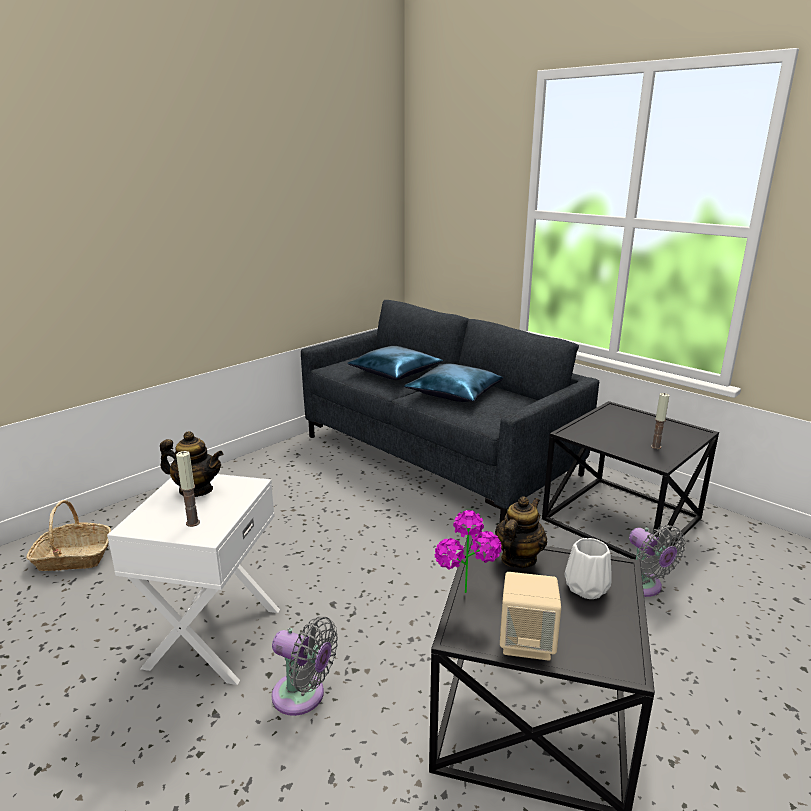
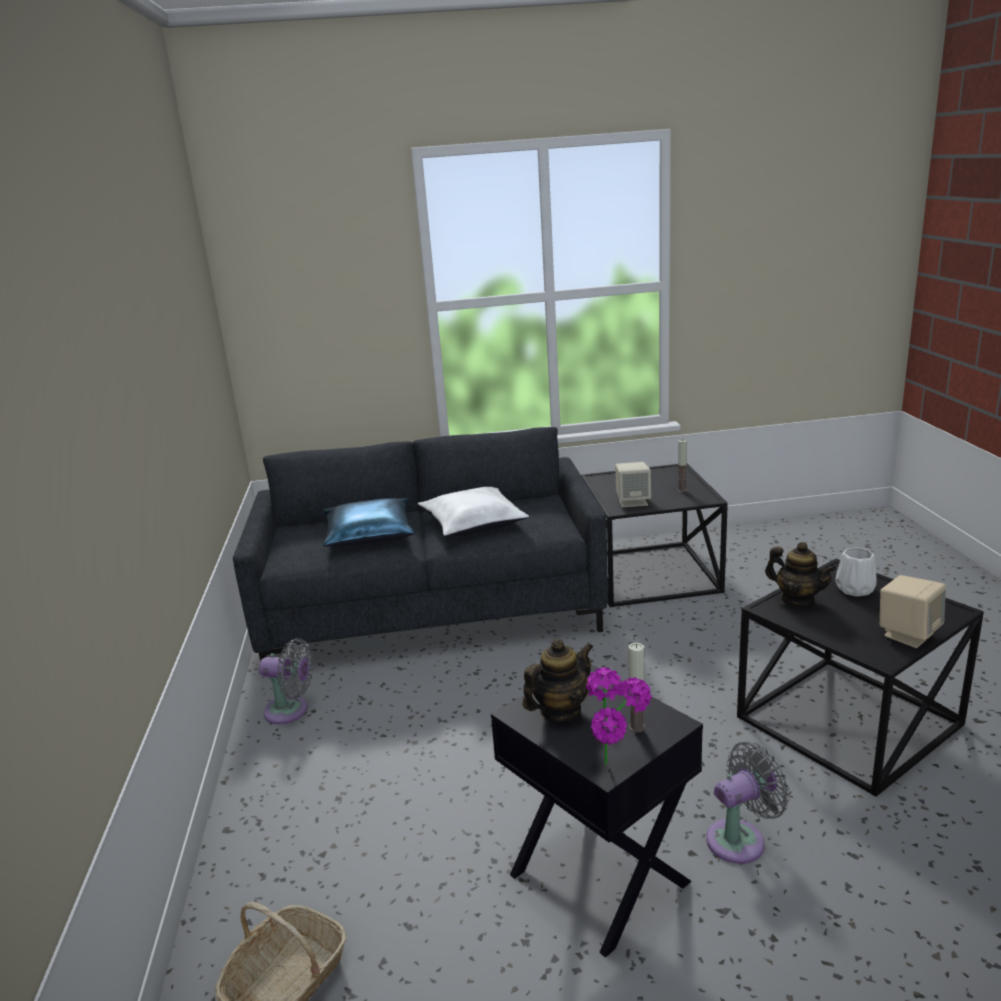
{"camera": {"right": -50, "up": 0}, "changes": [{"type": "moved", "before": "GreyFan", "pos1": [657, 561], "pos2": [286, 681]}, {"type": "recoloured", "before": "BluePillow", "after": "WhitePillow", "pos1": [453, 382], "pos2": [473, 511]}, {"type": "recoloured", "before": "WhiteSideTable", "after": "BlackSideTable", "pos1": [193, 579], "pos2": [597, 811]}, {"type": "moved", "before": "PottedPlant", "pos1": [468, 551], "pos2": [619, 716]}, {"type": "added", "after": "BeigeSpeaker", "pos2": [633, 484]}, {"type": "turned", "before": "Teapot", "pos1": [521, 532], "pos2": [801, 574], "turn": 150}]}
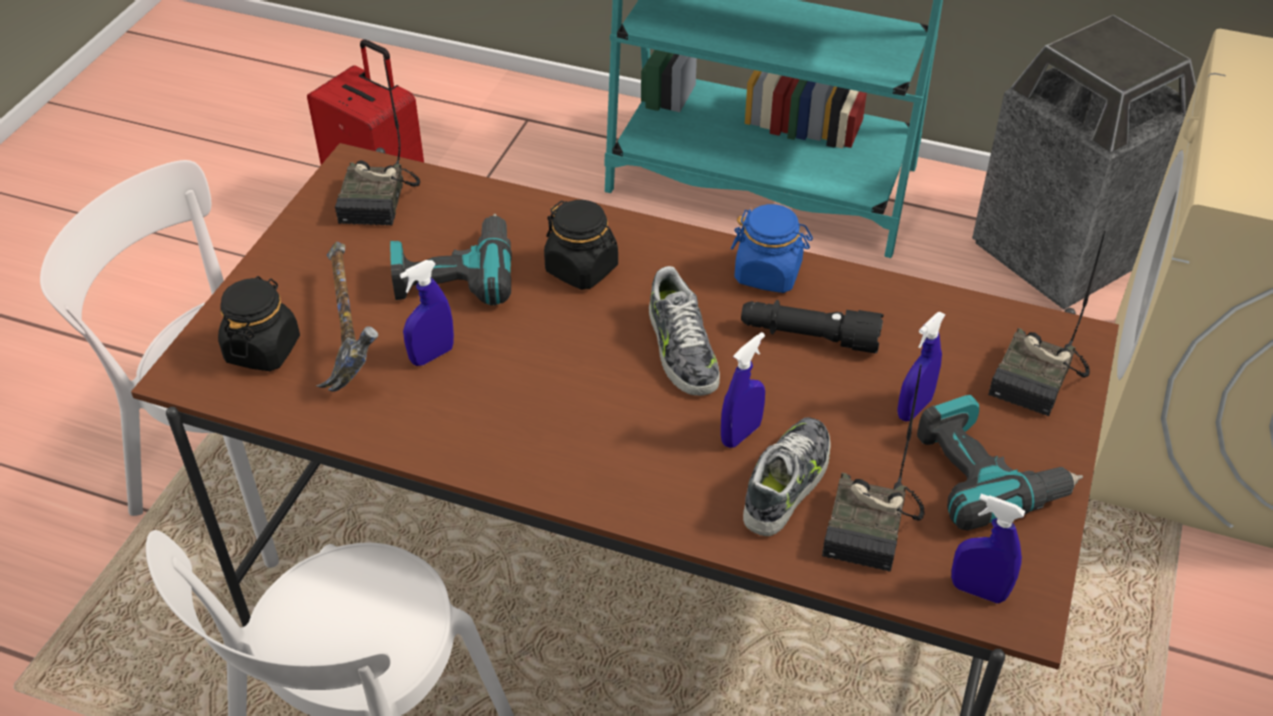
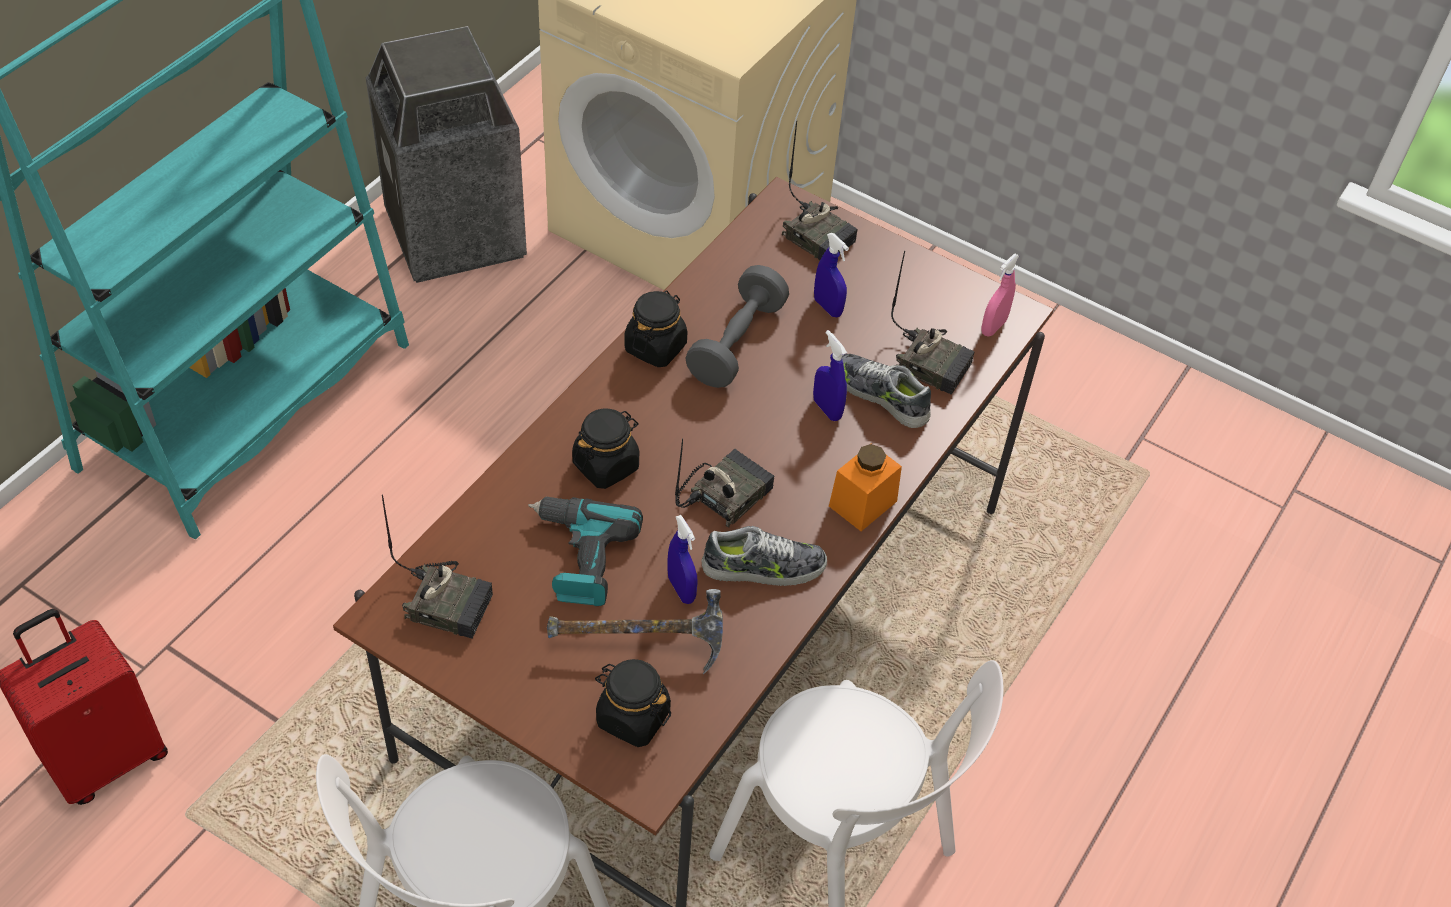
{"camera": {"right": -80, "up": 5}, "changes": [{"type": "recoloured", "before": "BlueJar", "after": "BlackJar", "pos1": [772, 248], "pos2": [655, 328]}, {"type": "added", "after": "Radio", "pos2": [724, 483]}, {"type": "replaced", "before": "BlackFlashlight", "after": "GreyDumbbell", "pos1": [812, 326], "pos2": [737, 326]}, {"type": "moved", "before": "Shoe", "pos1": [684, 331], "pos2": [764, 556]}, {"type": "added", "after": "OrangeJar", "pos2": [865, 487]}, {"type": "recoloured", "before": "BlueSprayBottle", "after": "PinkSprayBottle", "pos1": [988, 548], "pos2": [1000, 295]}, {"type": "removed", "before": "PowerDrill", "pos1": [1000, 463]}]}
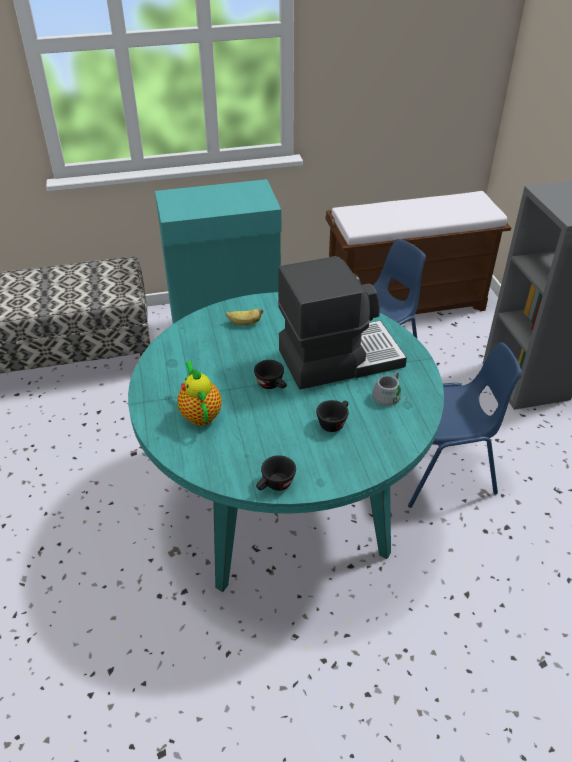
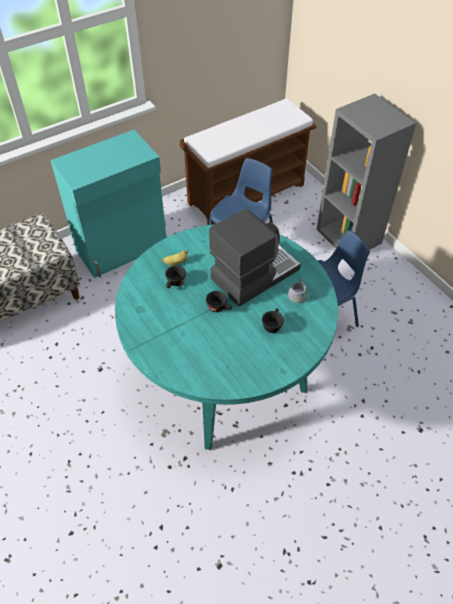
{"camera": {"right": -20, "up": 10}, "changes": [{"type": "moved", "before": "BlackCup", "pos1": [276, 473], "pos2": [175, 276]}, {"type": "removed", "before": "Teapot", "pos1": [199, 393]}]}
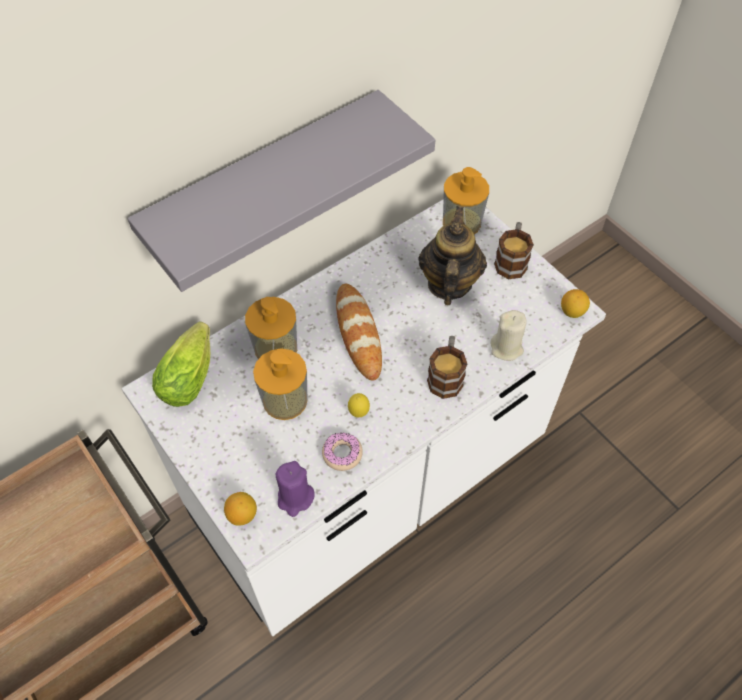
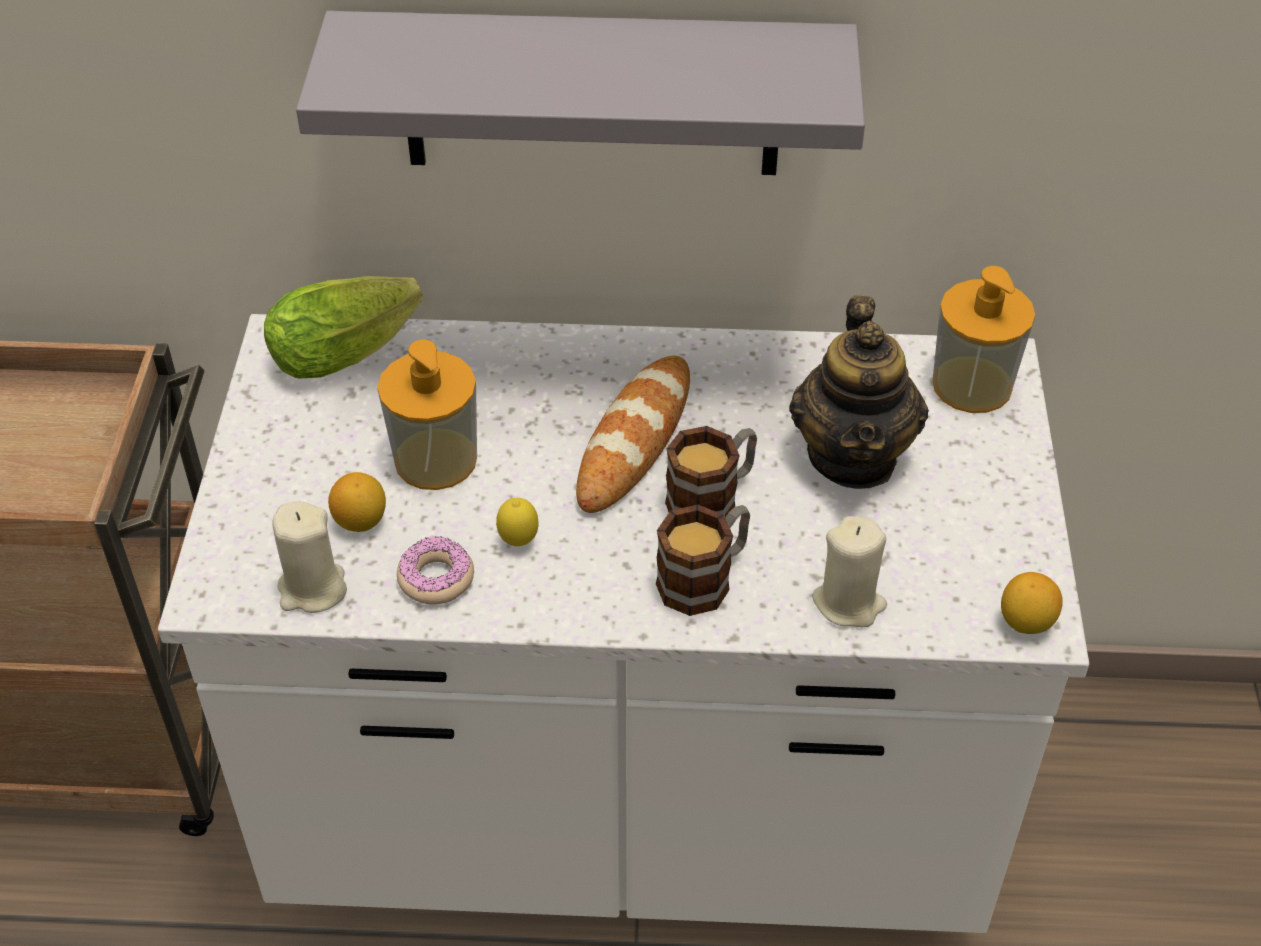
{"camera": {"right": 40, "up": -10}, "changes": [{"type": "recoloured", "before": "PurpleCandle", "after": "BeigeCandle", "pos1": [295, 489], "pos2": [310, 557]}, {"type": "moved", "before": "Lemon", "pos1": [240, 509], "pos2": [357, 502]}, {"type": "moved", "before": "Mug", "pos1": [514, 250], "pos2": [711, 471]}, {"type": "turned", "before": "Teapot", "pos1": [452, 255], "pos2": [859, 392], "turn": 135}, {"type": "removed", "before": "SoapDispenser", "pos1": [271, 328]}]}
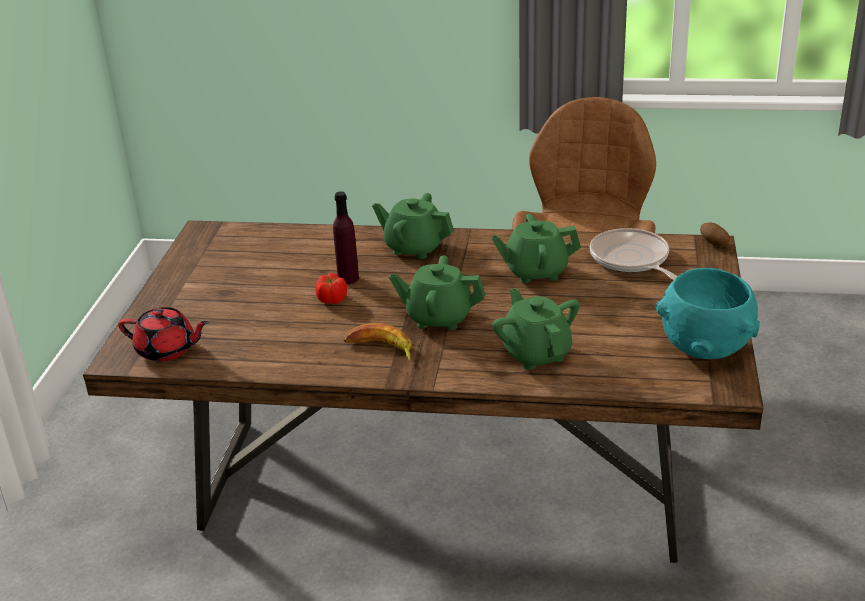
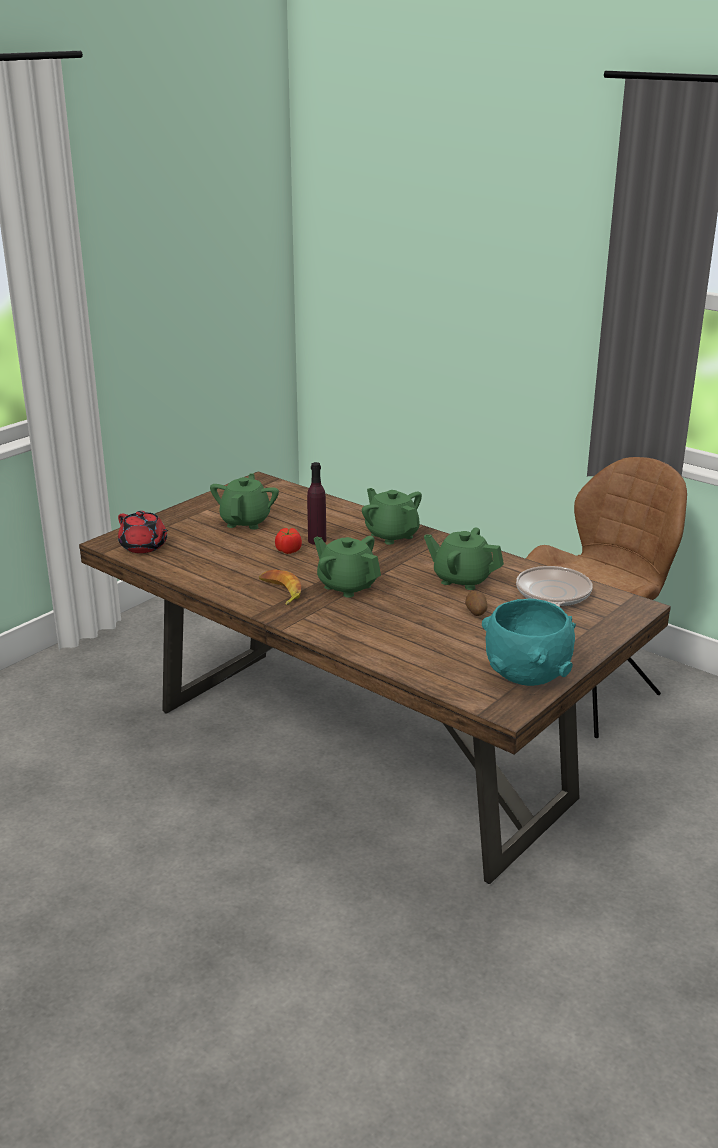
{"camera": {"right": 30, "up": -5}, "changes": [{"type": "moved", "before": "GreenTeapot", "pos1": [536, 329], "pos2": [244, 501]}, {"type": "moved", "before": "Potato", "pos1": [715, 234], "pos2": [476, 603]}]}
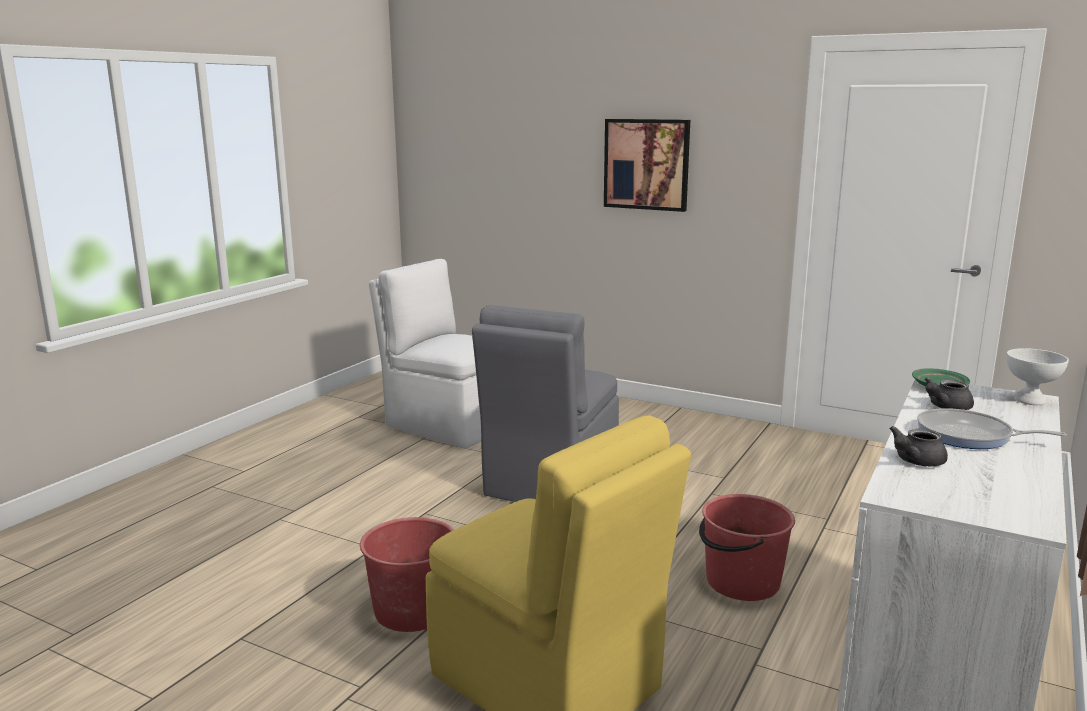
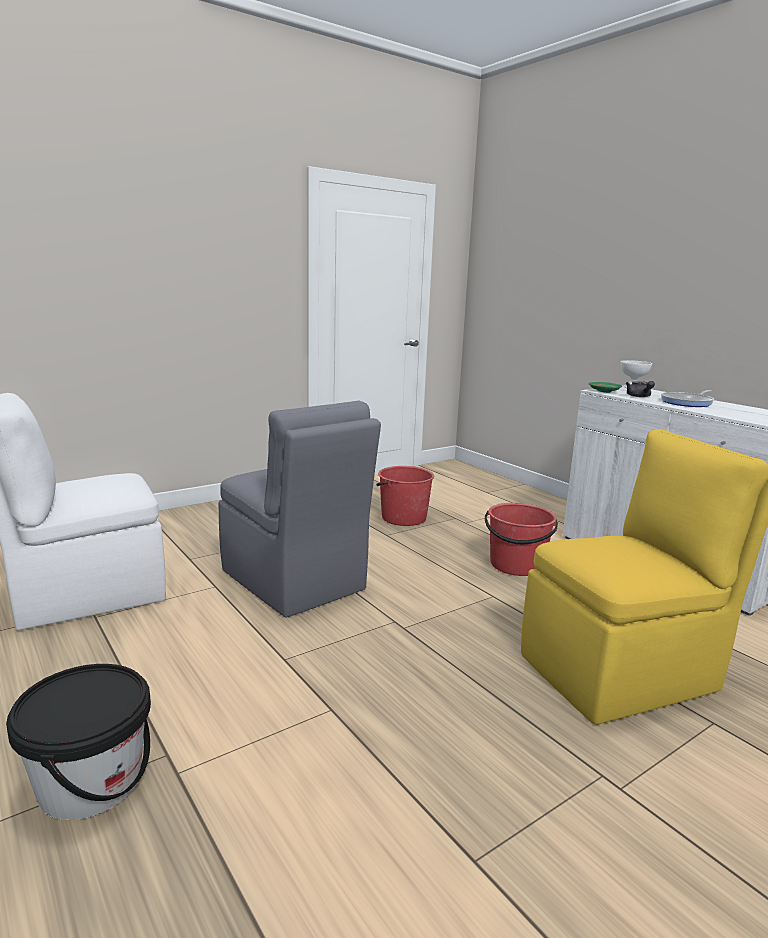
{"camera": {"right": -65, "up": 0}, "changes": [{"type": "added", "after": "BlackBucket", "pos2": [78, 742]}, {"type": "moved", "before": "RedBucket", "pos1": [407, 574], "pos2": [405, 496]}, {"type": "removed", "before": "Picture", "pos1": [647, 165]}, {"type": "removed", "before": "GreyTeapot", "pos1": [918, 446]}]}
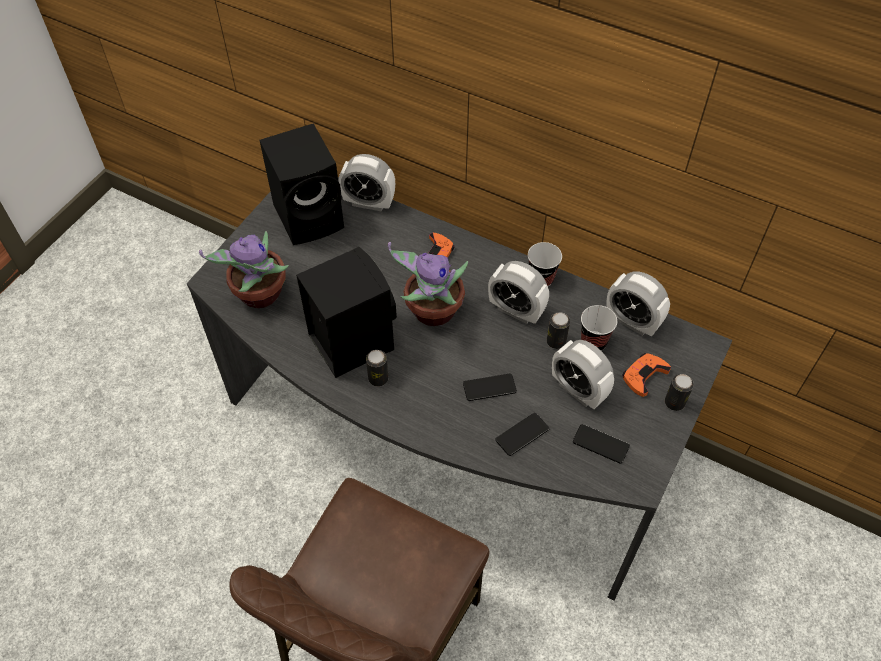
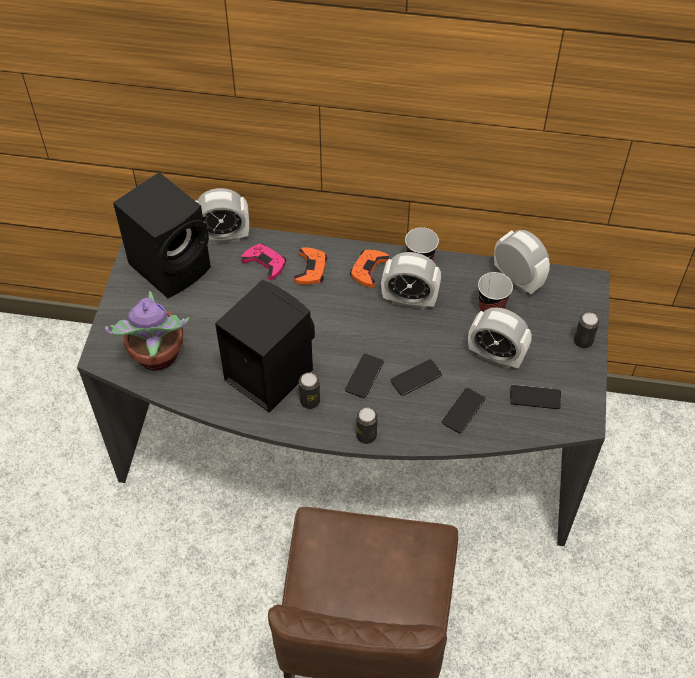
{"camera": {"right": -20, "up": 0}, "changes": [{"type": "added", "after": "PinkGameController", "pos2": [263, 262]}, {"type": "added", "after": "Phone", "pos2": [364, 376]}, {"type": "moved", "before": "OrangeGameController", "pos1": [647, 375], "pos2": [370, 269]}, {"type": "moved", "before": "Can", "pos1": [558, 330], "pos2": [367, 425]}, {"type": "turned", "before": "AlarmClock", "pos1": [638, 303], "pos2": [522, 262], "turn": -150}, {"type": "removed", "before": "PottedPlant", "pos1": [428, 284]}]}
